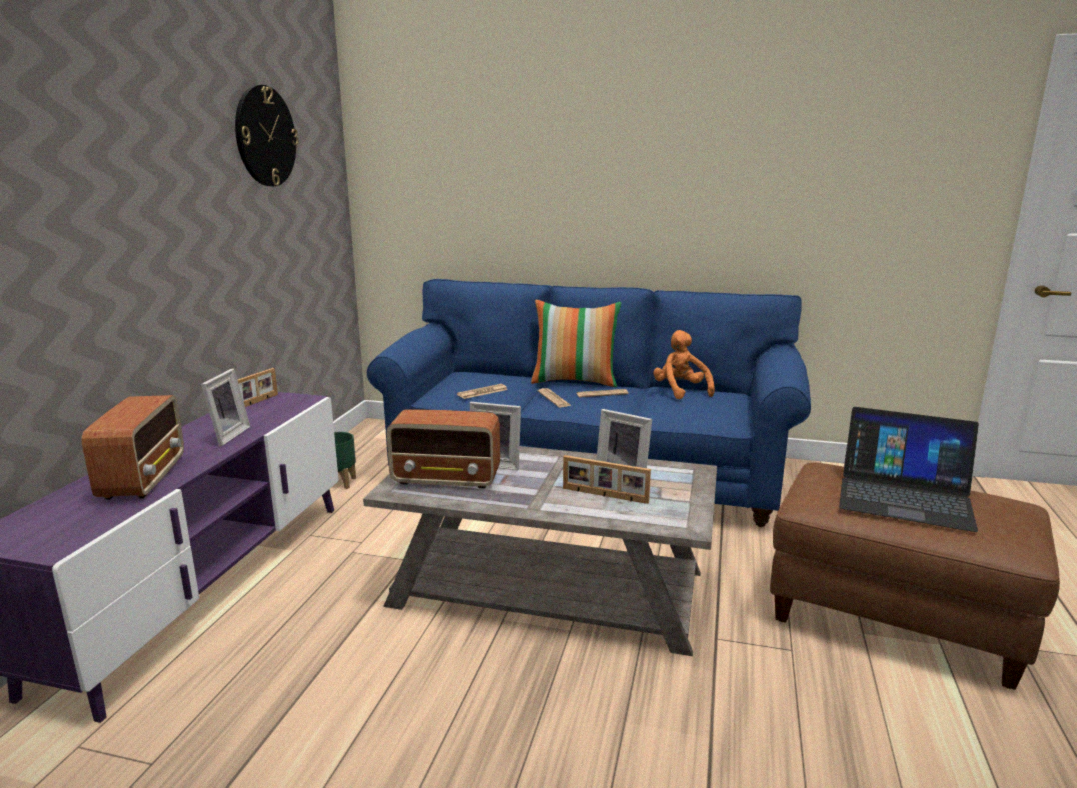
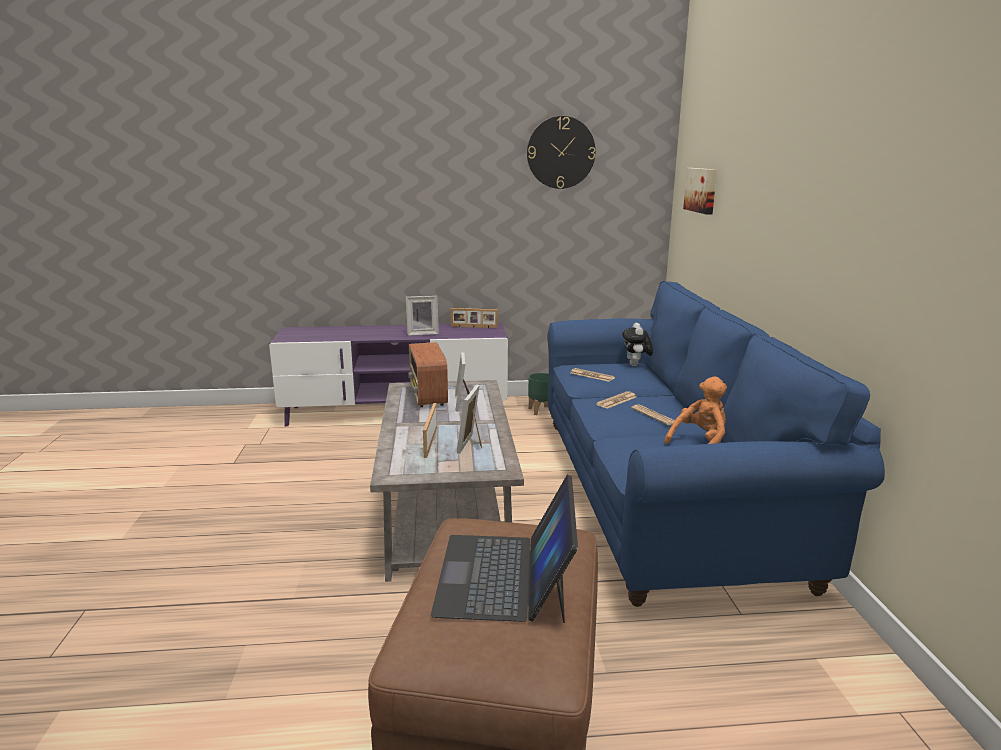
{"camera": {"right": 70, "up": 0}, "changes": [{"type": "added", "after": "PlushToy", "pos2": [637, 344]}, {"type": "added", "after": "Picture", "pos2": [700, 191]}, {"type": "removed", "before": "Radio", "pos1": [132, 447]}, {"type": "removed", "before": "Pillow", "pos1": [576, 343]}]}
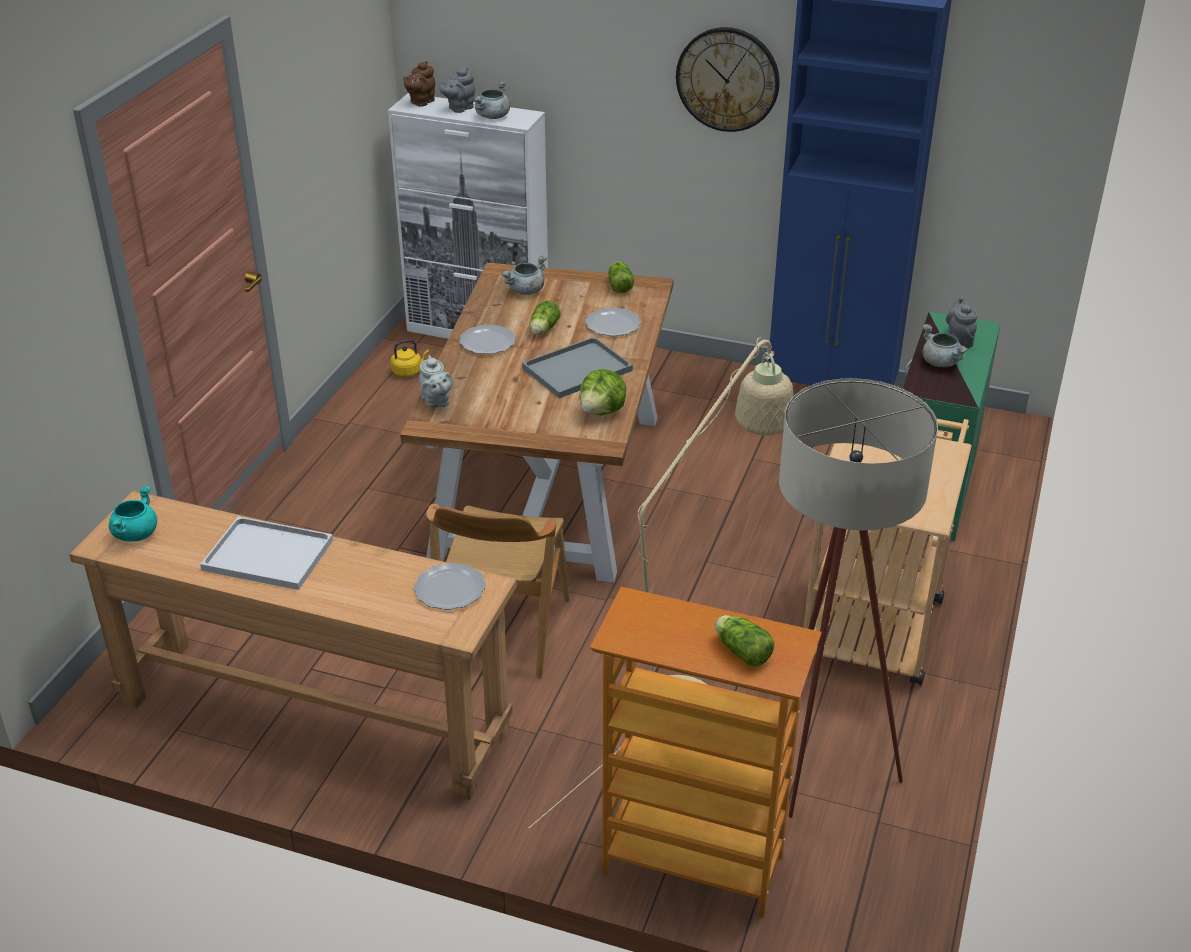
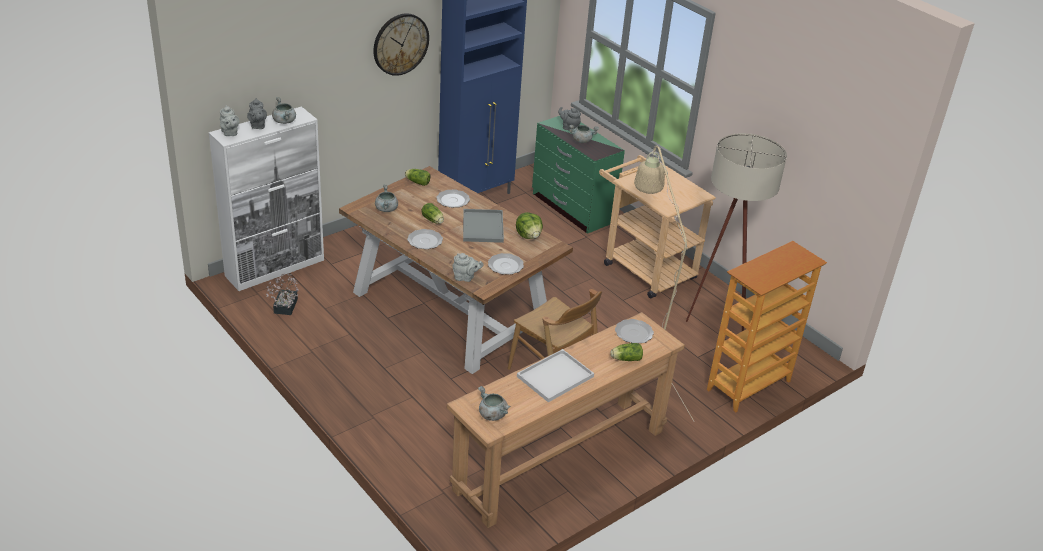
{"camera": {"right": -60, "up": 0}, "changes": [{"type": "recoloured", "before": "BrownTeapot", "after": "GreyTeapot", "pos1": [419, 83], "pos2": [230, 120]}, {"type": "replaced", "before": "YellowKettle", "after": "PottedPlant", "pos1": [409, 358], "pos2": [282, 294]}, {"type": "recoloured", "before": "TurquoiseCookingPot", "after": "GreyCookingPot", "pos1": [133, 513], "pos2": [494, 403]}, {"type": "added", "after": "Plate", "pos2": [506, 264]}, {"type": "moved", "before": "Lettuce", "pos1": [744, 641], "pos2": [626, 352]}]}
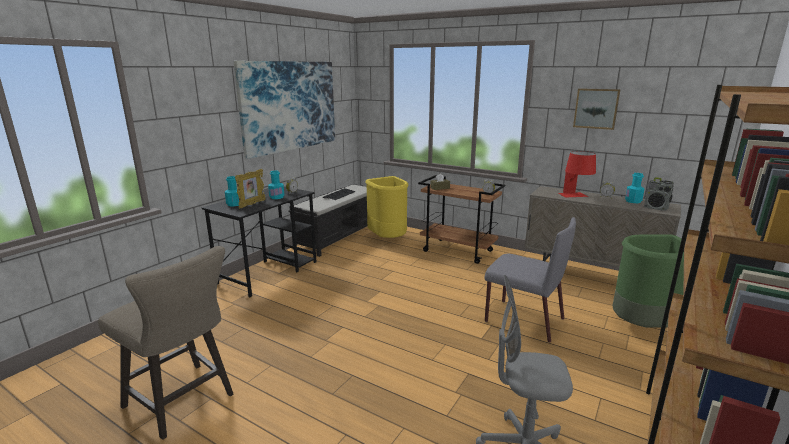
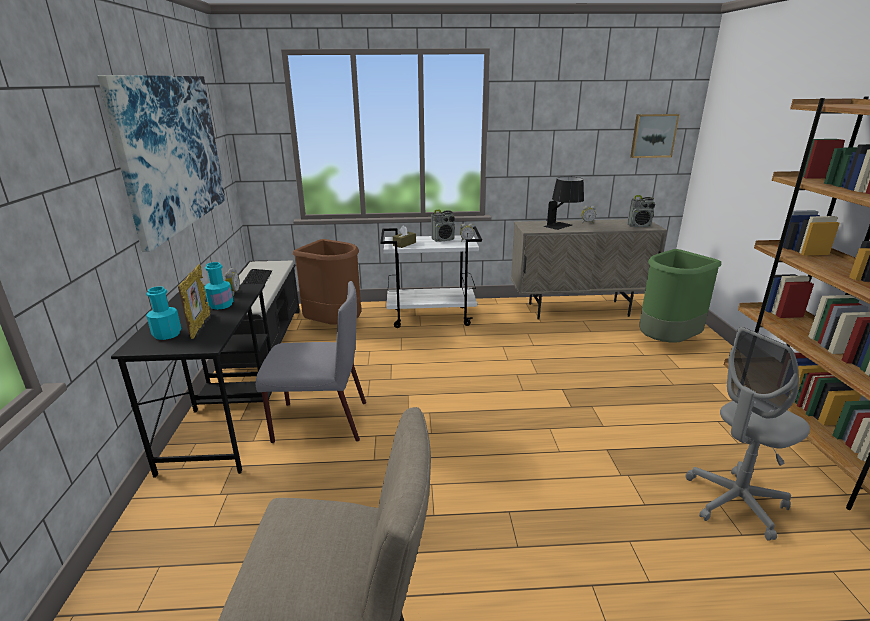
{"camera": {"right": -35, "up": 5}, "changes": [{"type": "moved", "before": "GreyChair", "pos1": [530, 280], "pos2": [311, 362]}, {"type": "recoloured", "before": "YellowTrashCan", "after": "BrownTrashCan", "pos1": [387, 207], "pos2": [327, 281]}, {"type": "recoloured", "before": "BrownCart", "after": "WhiteCart", "pos1": [461, 219], "pos2": [431, 277]}, {"type": "added", "after": "Radio", "pos2": [443, 226]}, {"type": "recoloured", "before": "RedTableLamp", "after": "BlackTableLamp", "pos1": [577, 174], "pos2": [564, 203]}, {"type": "moved", "before": "Picture", "pos1": [597, 109], "pos2": [655, 136]}, {"type": "removed", "before": "TurquoiseBottle", "pos1": [634, 188]}]}
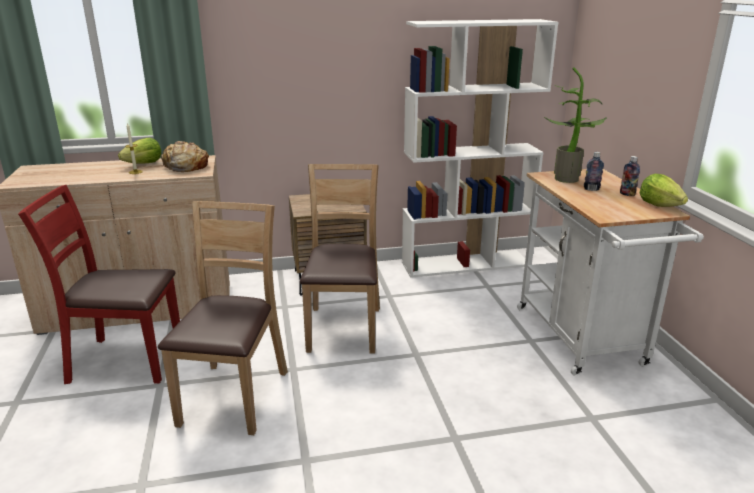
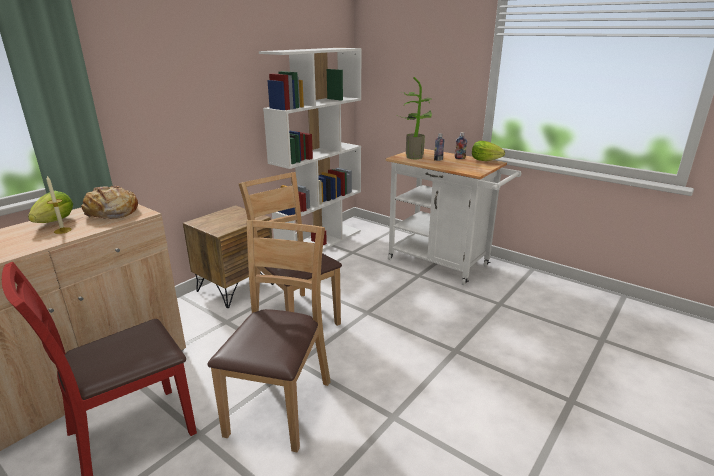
{"camera": {"right": -40, "up": 0}, "changes": [{"type": "turned", "before": "BrownChair", "pos1": [223, 318], "pos2": [269, 336], "turn": 45}]}
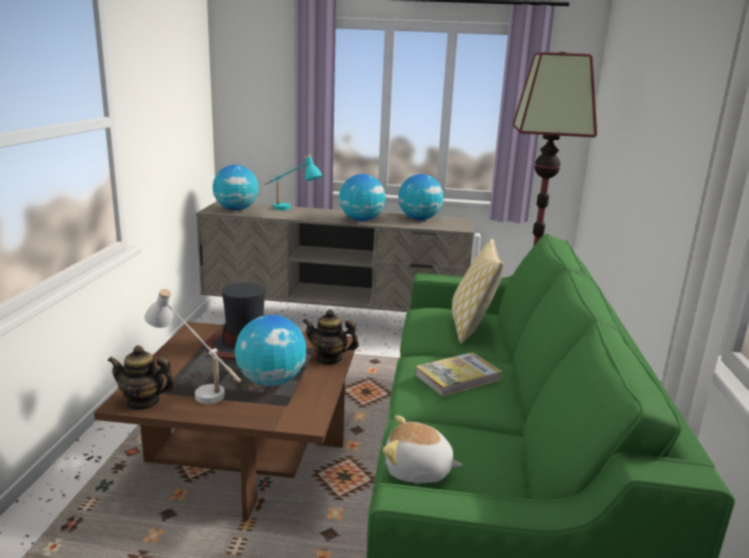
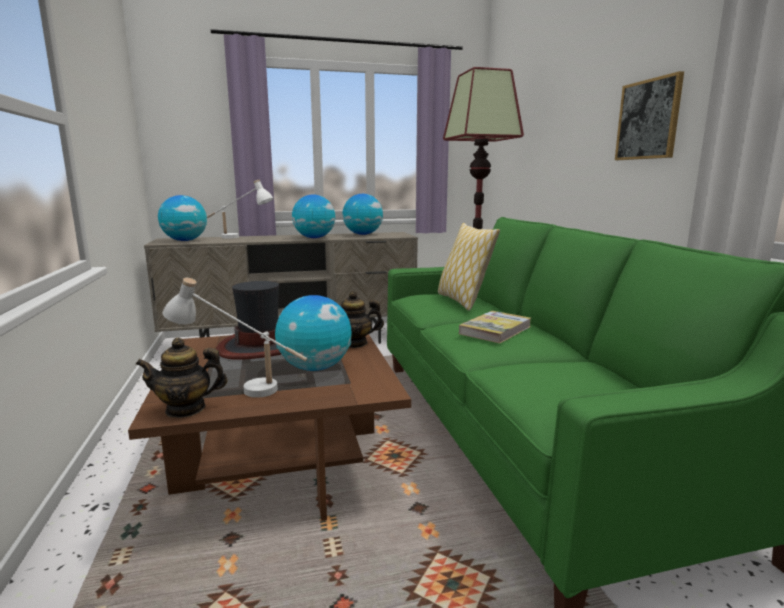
{"camera": {"right": -20, "up": -5}, "changes": [{"type": "recoloured", "before": "TurquoiseTableLamp", "after": "WhiteTableLamp", "pos1": [293, 182], "pos2": [240, 209]}, {"type": "added", "after": "Picture", "pos2": [649, 115]}, {"type": "removed", "before": "PlushToy", "pos1": [422, 449]}]}
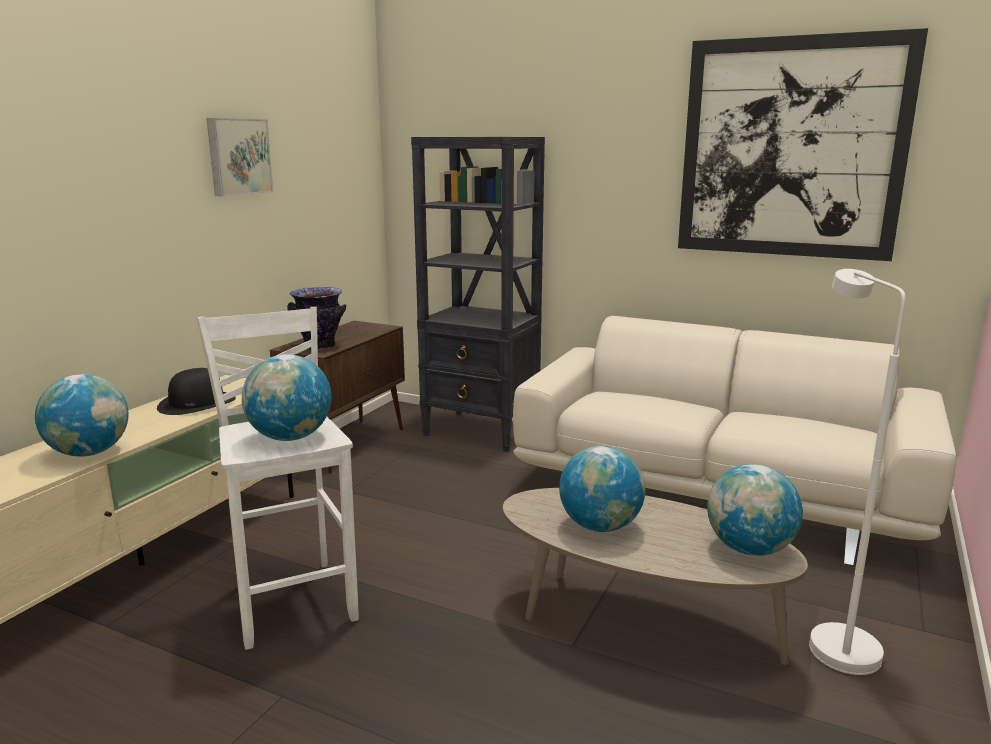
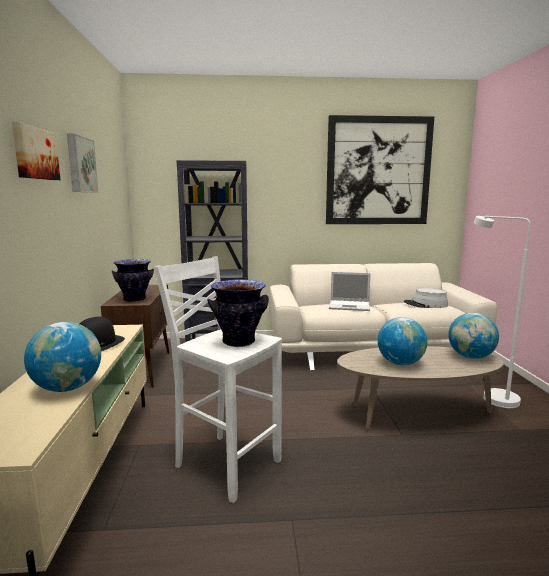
{"camera": {"right": -30, "up": -5}, "changes": [{"type": "added", "after": "Picture", "pos2": [36, 151]}, {"type": "replaced", "before": "Globe", "after": "Vase", "pos1": [286, 397], "pos2": [238, 313]}, {"type": "added", "after": "Laptop", "pos2": [350, 291]}, {"type": "added", "after": "GreyHat", "pos2": [426, 298]}]}
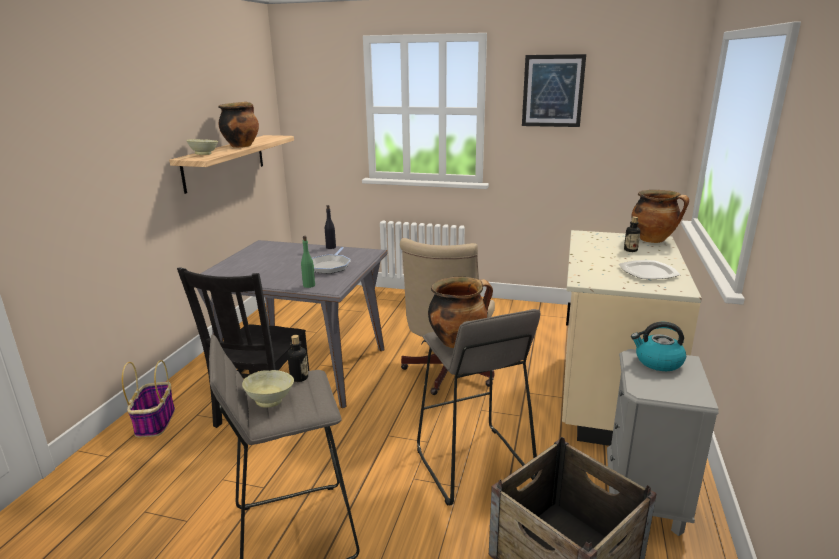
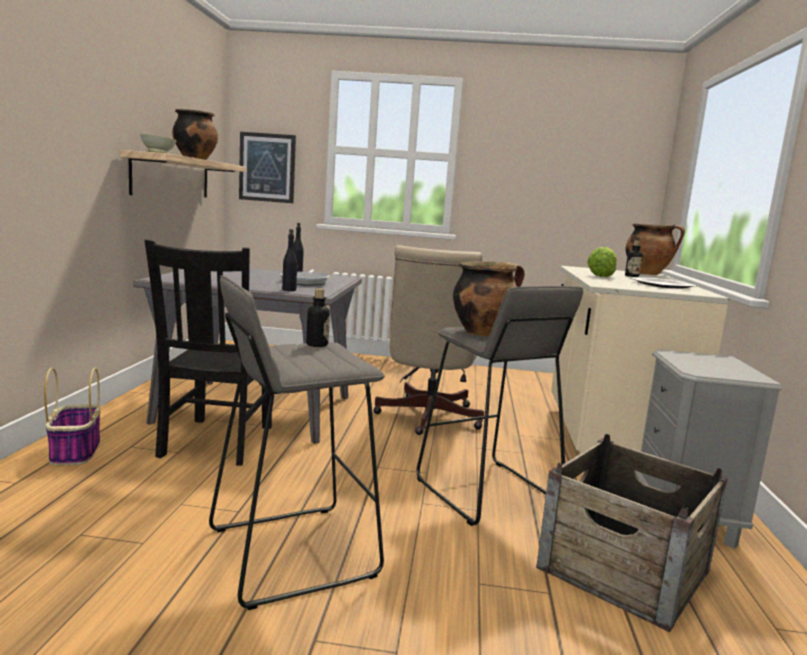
{"camera": {"right": -10, "up": -10}, "changes": [{"type": "moved", "before": "Picture", "pos1": [554, 90], "pos2": [267, 167]}, {"type": "recoloured", "before": "GreenBottle", "after": "BlackBottle", "pos1": [308, 262], "pos2": [290, 260]}, {"type": "added", "after": "Lettuce", "pos2": [602, 262]}, {"type": "removed", "before": "BeigeBowl", "pos1": [268, 389]}, {"type": "removed", "before": "Kettle", "pos1": [658, 346]}]}
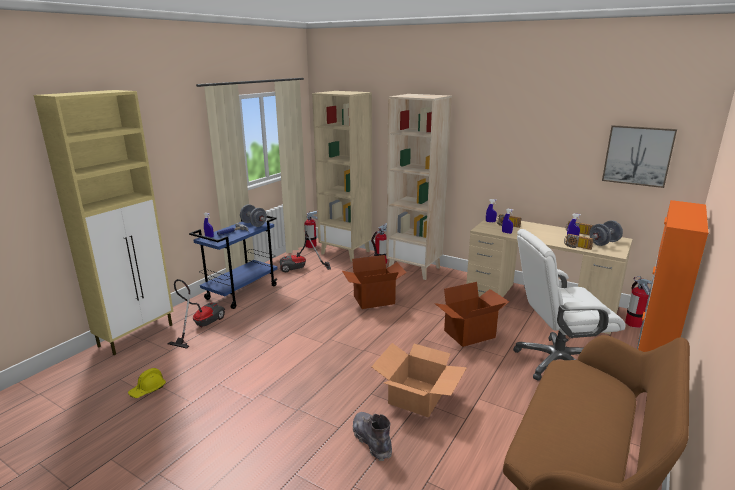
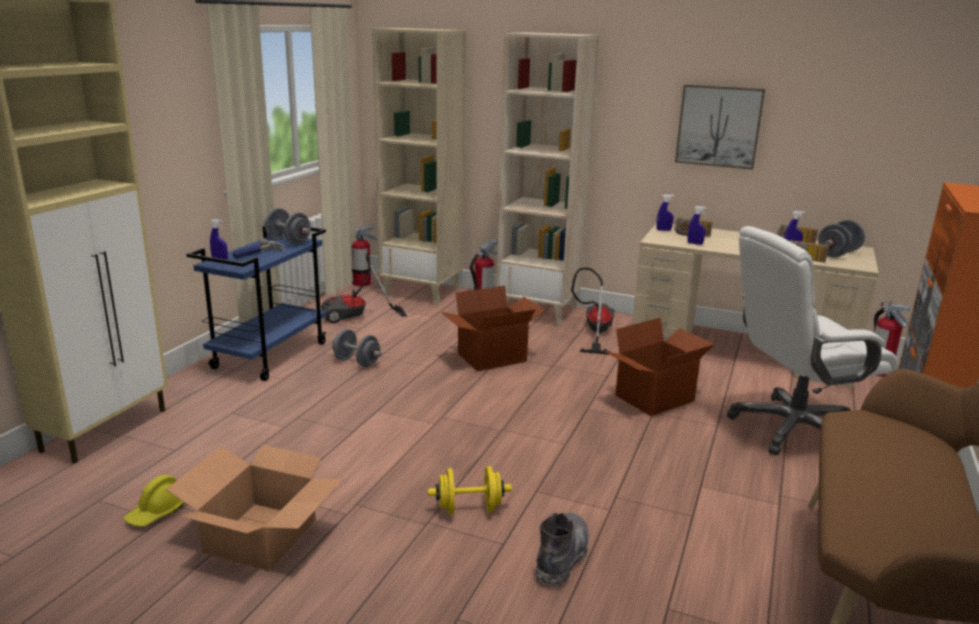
{"camera": {"right": -10, "up": 0}, "changes": [{"type": "moved", "before": "CardboardBox", "pos1": [419, 380], "pos2": [254, 508]}, {"type": "added", "after": "GreyDumbbell", "pos2": [357, 348]}, {"type": "added", "after": "YellowDumbbell", "pos2": [470, 490]}, {"type": "turned", "before": "GreyBoot", "pos1": [372, 436], "pos2": [562, 550], "turn": 60}, {"type": "moved", "before": "VacuumCleaner", "pos1": [196, 314], "pos2": [592, 311]}, {"type": "moved", "before": "Picture", "pos1": [639, 156], "pos2": [720, 127]}]}
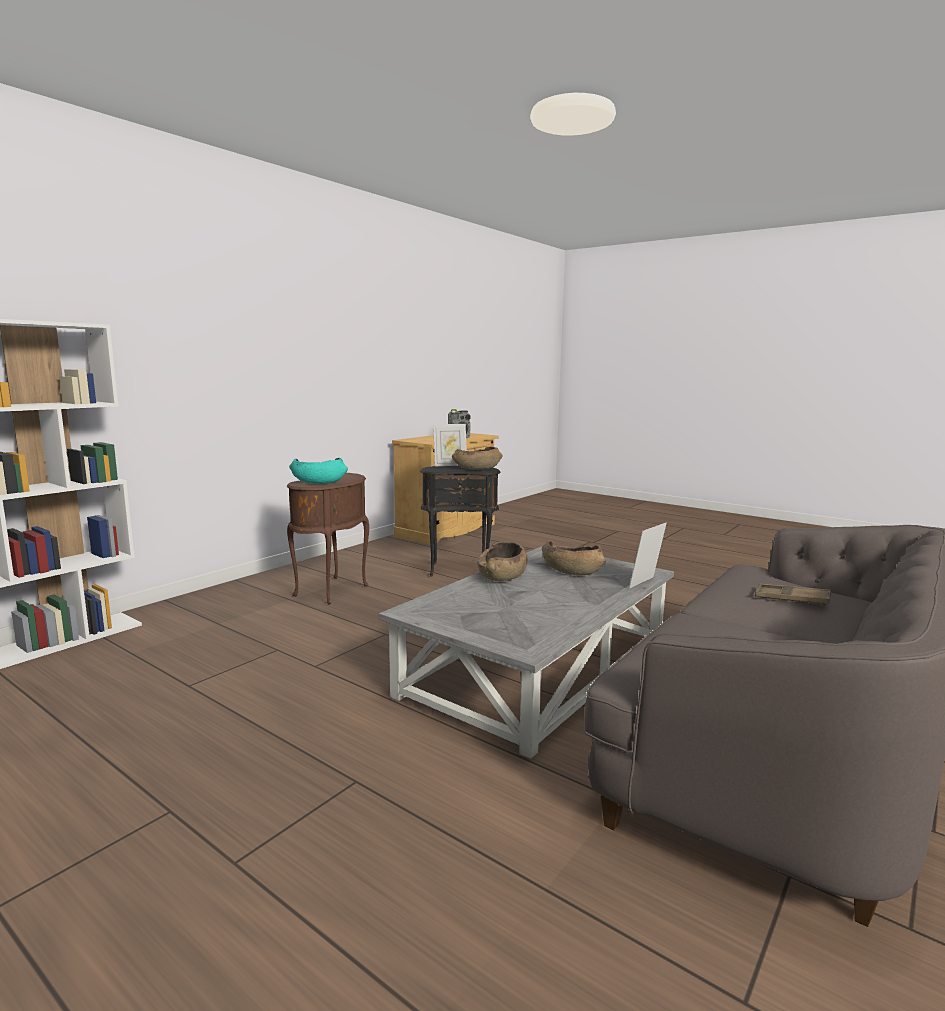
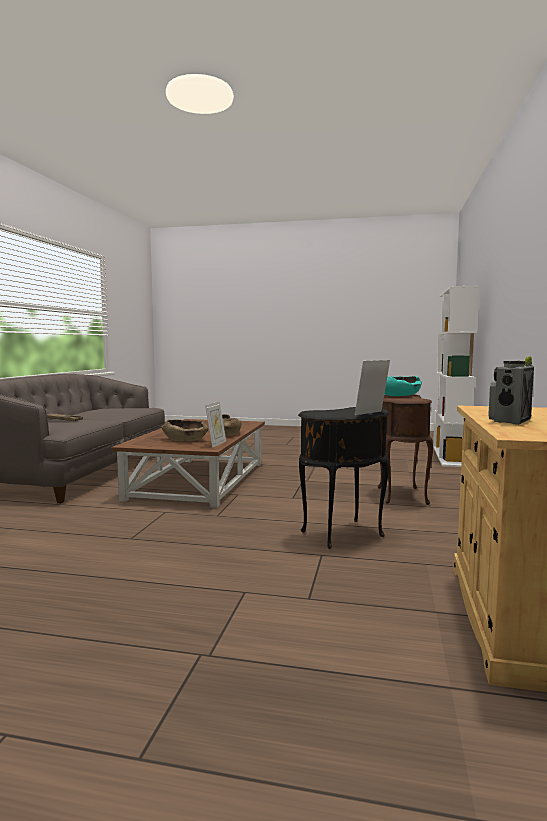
{"camera": {"right": 155, "up": -5}, "changes": [{"type": "recoloured", "before": "GreyCoffeeTable", "after": "BrownCoffeeTable", "pos1": [526, 652], "pos2": [188, 463]}, {"type": "moved", "before": "PictureFrame", "pos1": [648, 556], "pos2": [215, 425]}, {"type": "removed", "before": "BrownBowl", "pos1": [477, 458]}]}
